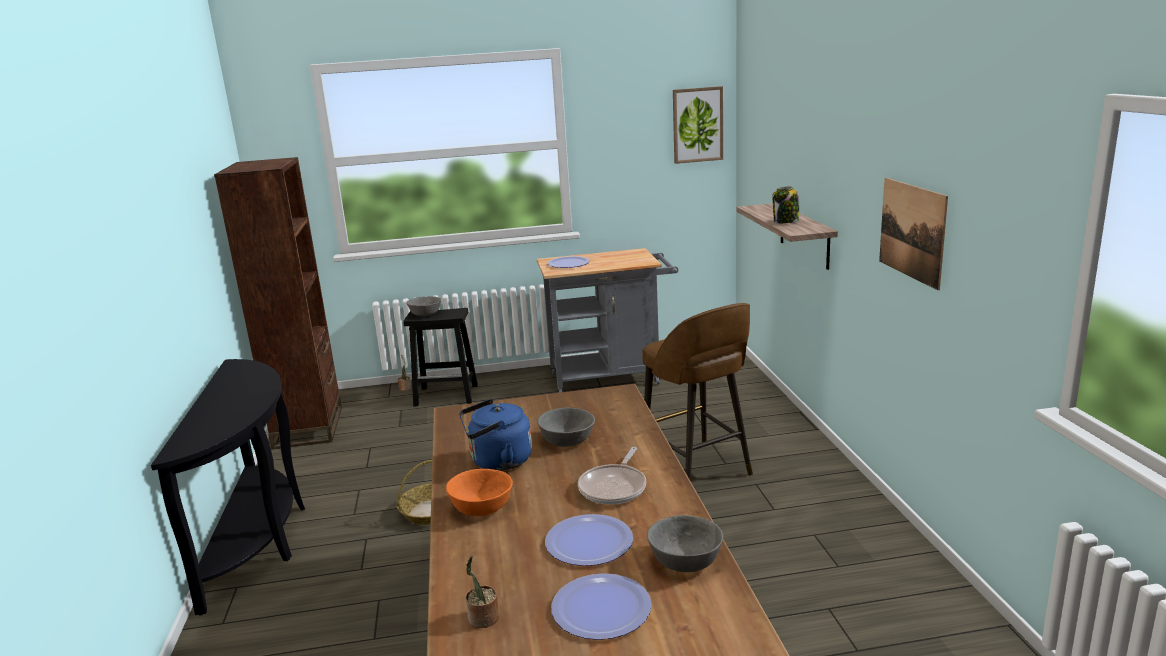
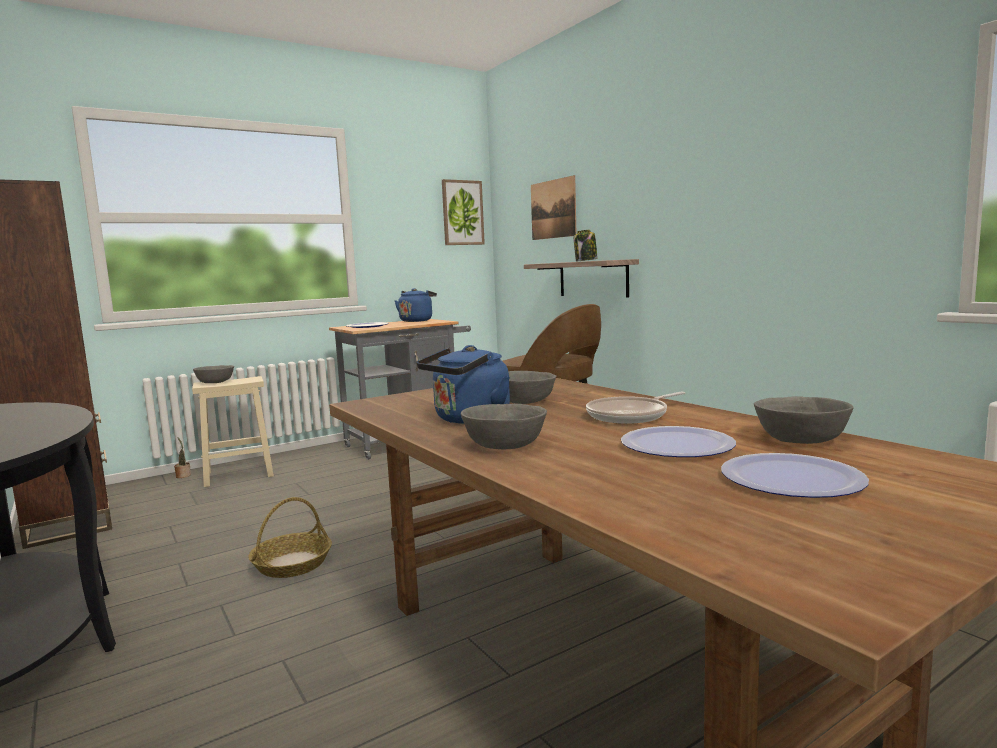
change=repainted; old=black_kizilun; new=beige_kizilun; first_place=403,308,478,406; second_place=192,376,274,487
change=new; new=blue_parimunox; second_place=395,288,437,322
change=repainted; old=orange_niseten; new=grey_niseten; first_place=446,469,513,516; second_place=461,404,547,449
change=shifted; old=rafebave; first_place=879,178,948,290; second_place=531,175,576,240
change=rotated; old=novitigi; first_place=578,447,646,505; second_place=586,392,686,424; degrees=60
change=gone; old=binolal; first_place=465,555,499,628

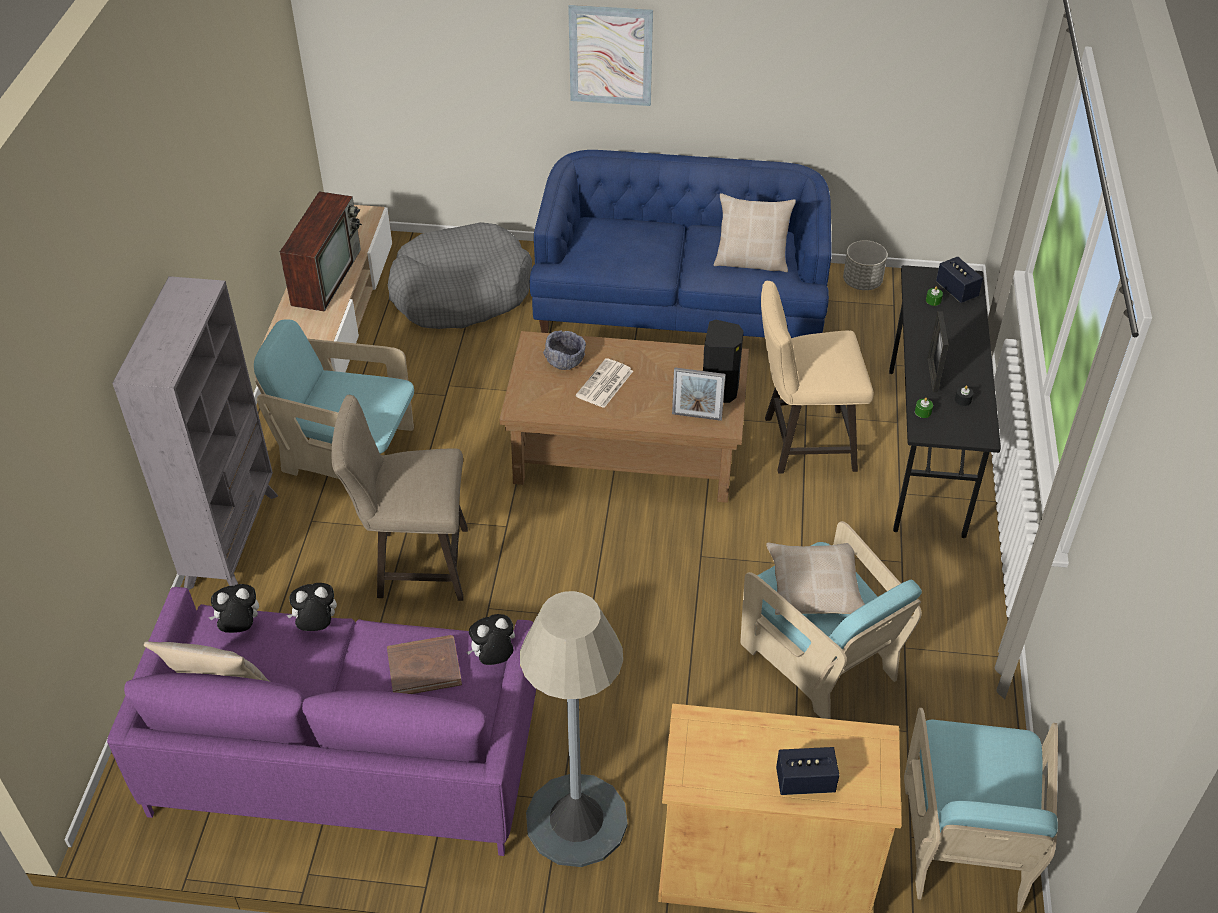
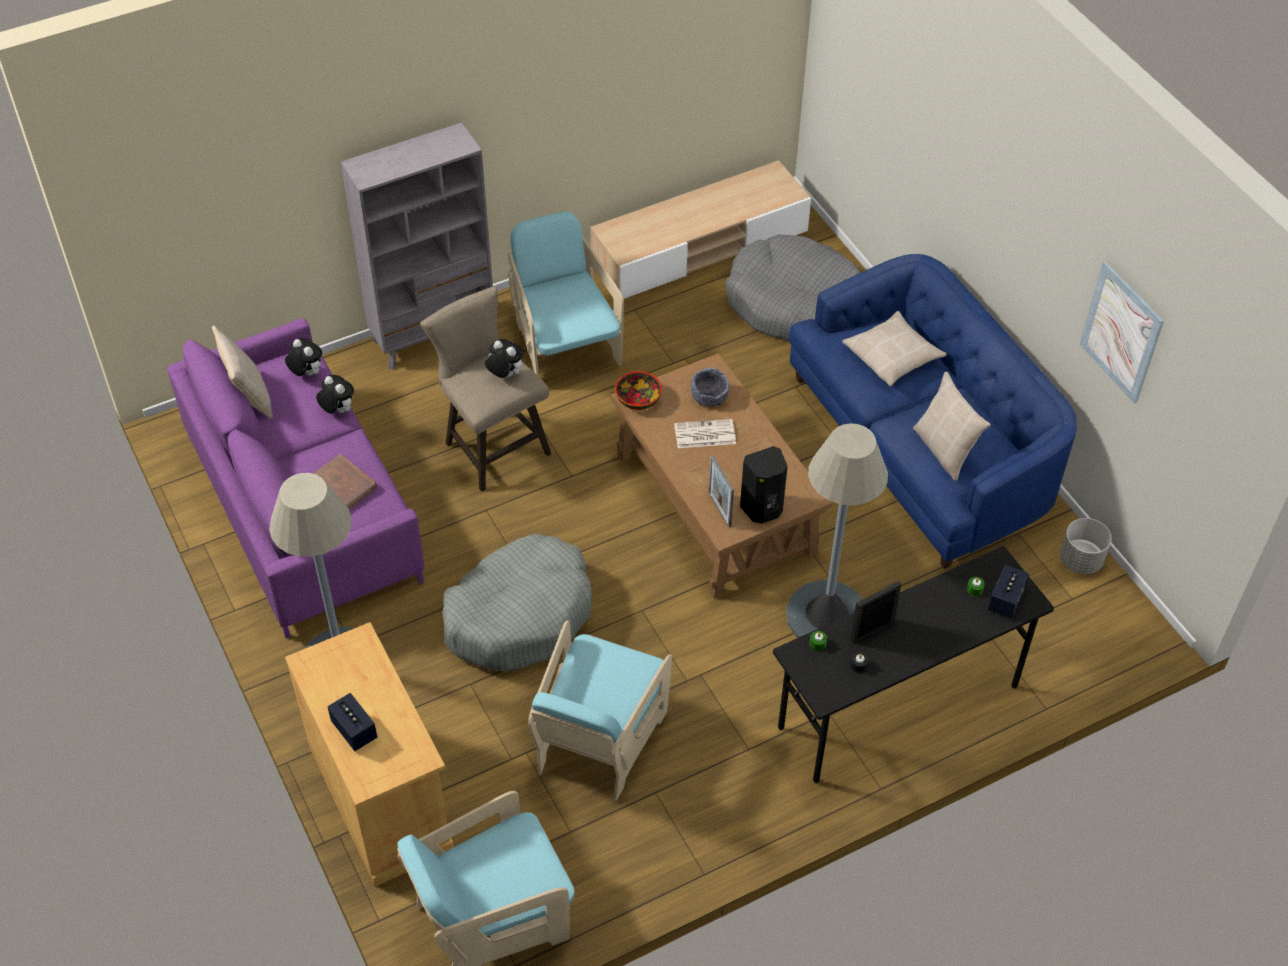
change=new; new=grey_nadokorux; second_place=442,534,592,672
change=shifted; old=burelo; first_place=466,614,515,665; second_place=485,339,524,378
change=new; new=niseten; second_place=615,371,662,410
change=swapped; old=beige_kizilun; new=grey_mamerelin; first_place=761,281,874,473; second_place=786,423,888,638
change=shifted; old=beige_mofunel; first_place=766,543,865,615; second_place=842,311,946,386
change=shifted; old=rafebave; first_place=568,5,653,106; second_place=1079,261,1164,403
change=gone; old=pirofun; first_place=280,191,362,312

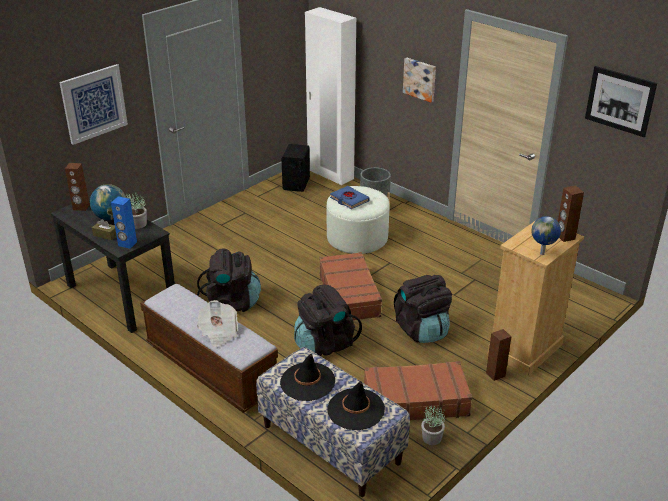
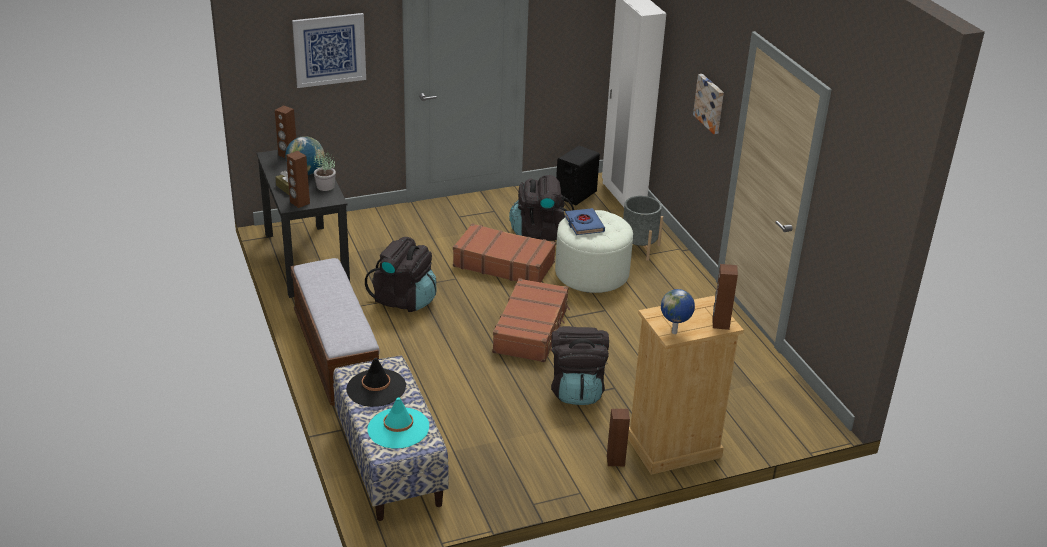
change=repainted; old=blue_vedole; new=brown_vedole; first_place=111,196,137,249; second_place=286,151,310,208
change=repainted; old=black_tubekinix; new=turquoise_tubekinix; first_place=327,381,385,430; second_place=367,397,429,449
change=shifted; old=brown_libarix; first_place=364,361,472,420; second_place=453,223,556,282
change=shifted; old=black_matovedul; first_place=294,284,362,356; second_place=509,175,574,241
change=gone; old=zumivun; first_place=197,300,238,347
change=gone; old=binolal; first_place=421,405,445,445
change=gone; old=rafebave; first_place=585,66,657,137

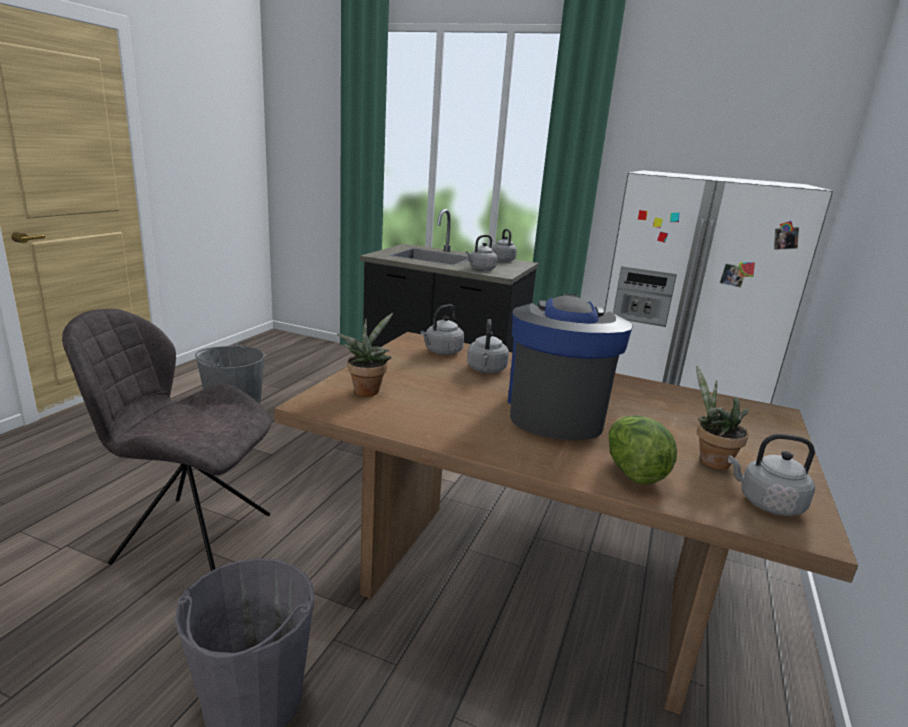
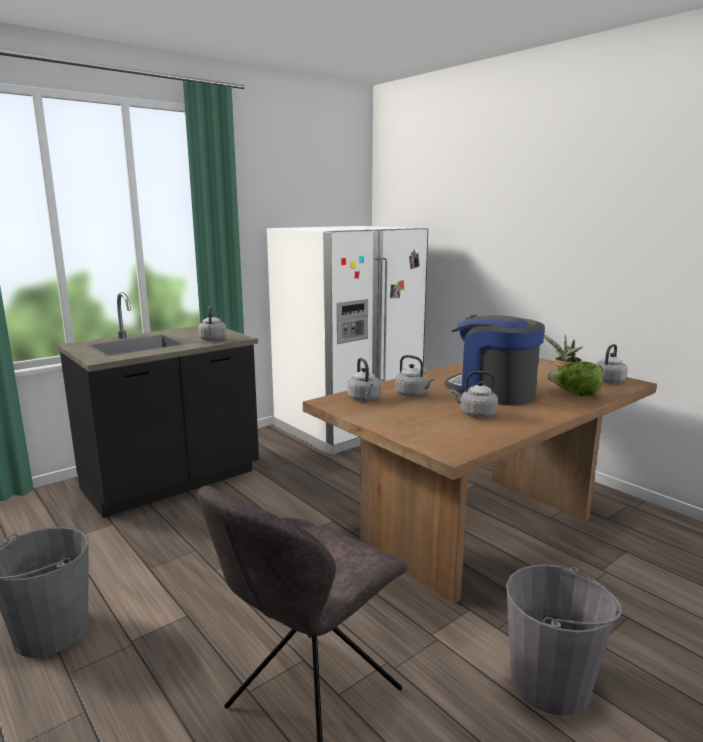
change=shifted; old=grey_parimunox; first_place=492,229,517,262; second_place=451,371,498,418
change=gone; old=binolal; first_place=337,313,393,396

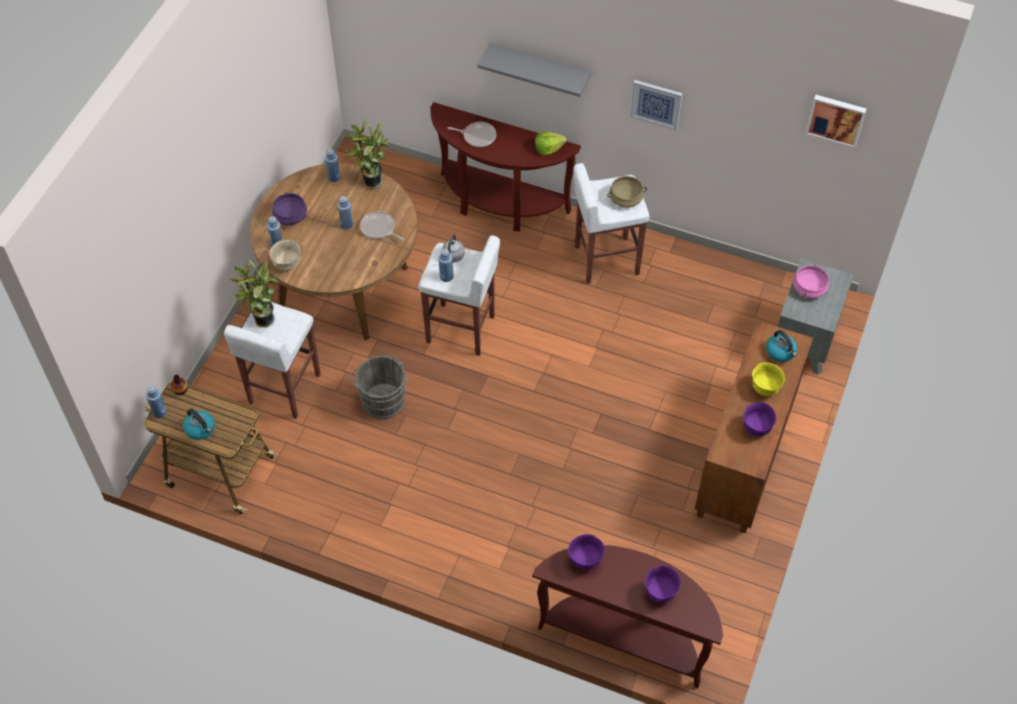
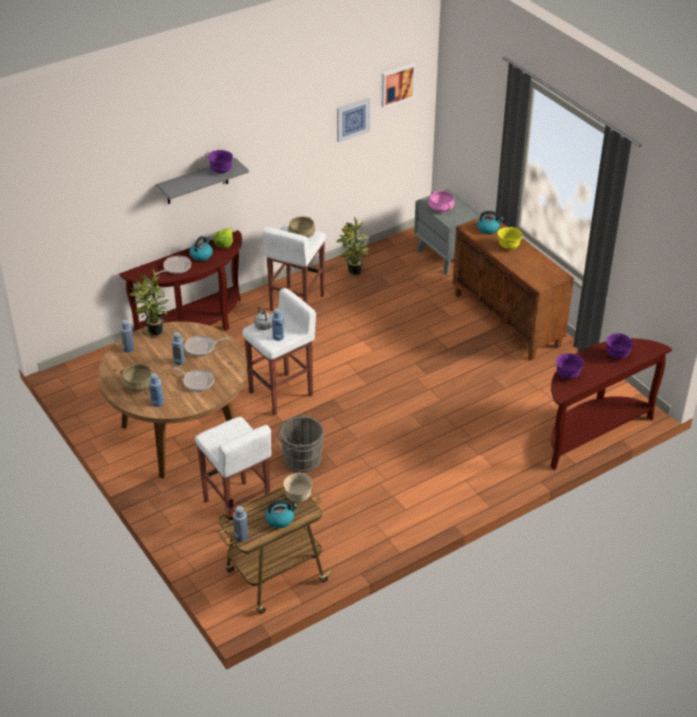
change=repainted; old=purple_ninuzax; new=beige_ninuzax; first_place=272,192,307,225; second_place=121,364,153,391
change=new; new=novitigi; second_place=174,367,214,391
change=new; new=parimunox; second_place=189,236,213,261
change=shifted; old=purple_niseten; first_place=742,402,776,437; second_place=208,150,233,173
change=shifted; old=beige_niseten; first_place=269,240,301,271; second_place=284,473,313,503
change=shifted; old=binolal; first_place=230,260,278,328; second_place=336,217,370,277
change=shifted; old=rafebave; first_place=630,80,683,131; second_place=337,98,370,143

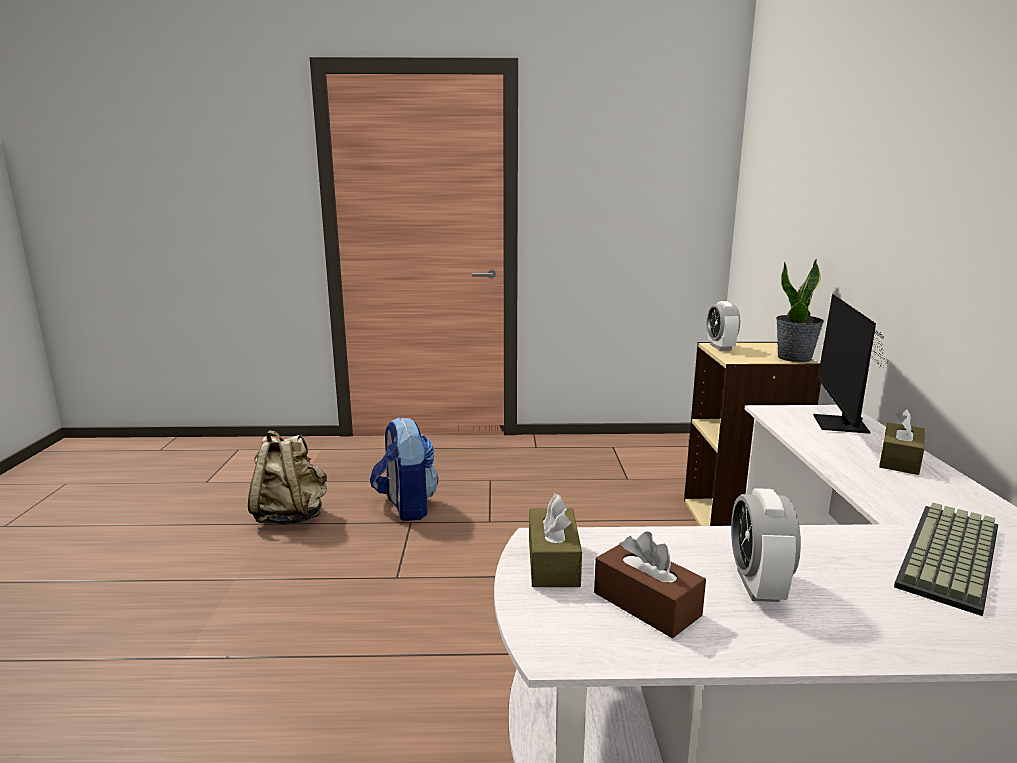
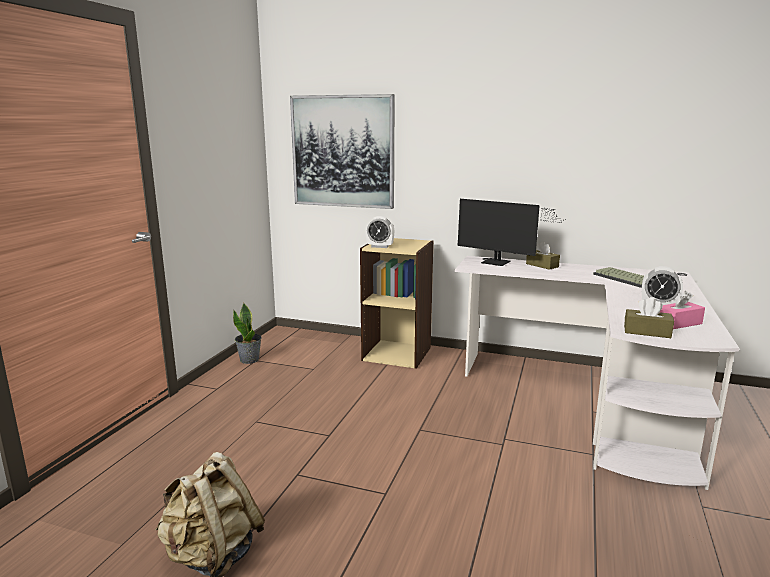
change=shifted; old=binolal; first_place=776,259,824,362; second_place=233,303,262,364
change=new; new=rafebave; second_place=290,94,395,209
change=repainted; old=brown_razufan; new=pink_razufan; first_place=594,531,706,638; second_place=660,291,705,329
change=gone; old=matovedul; first_place=370,417,438,521

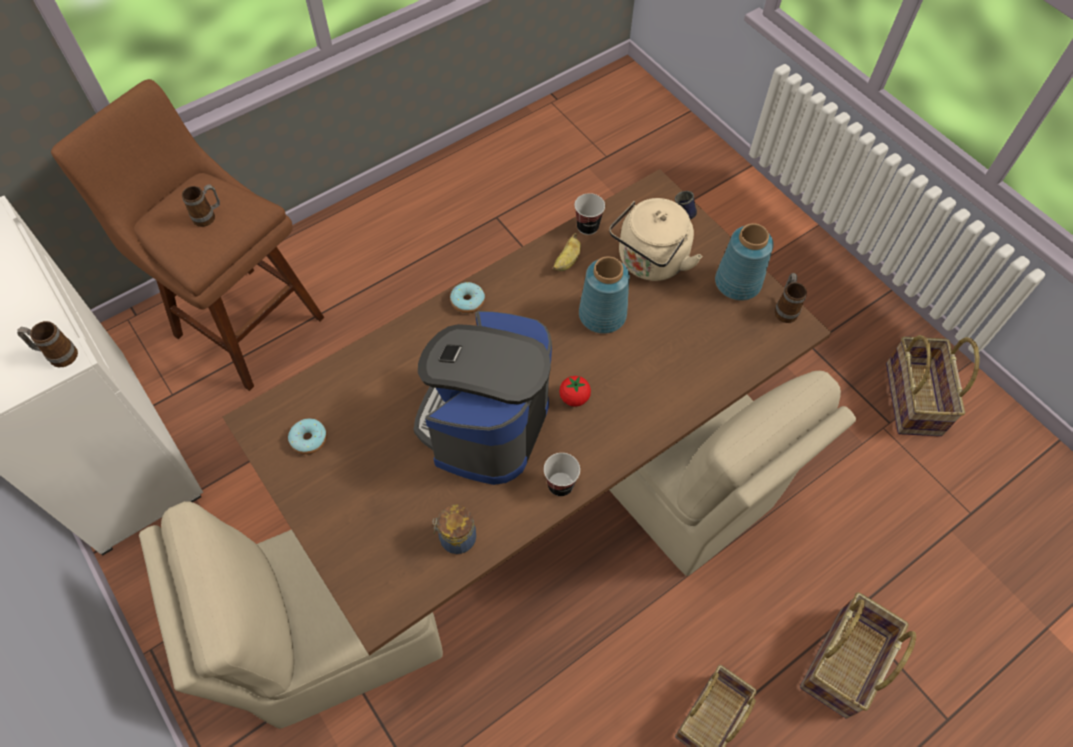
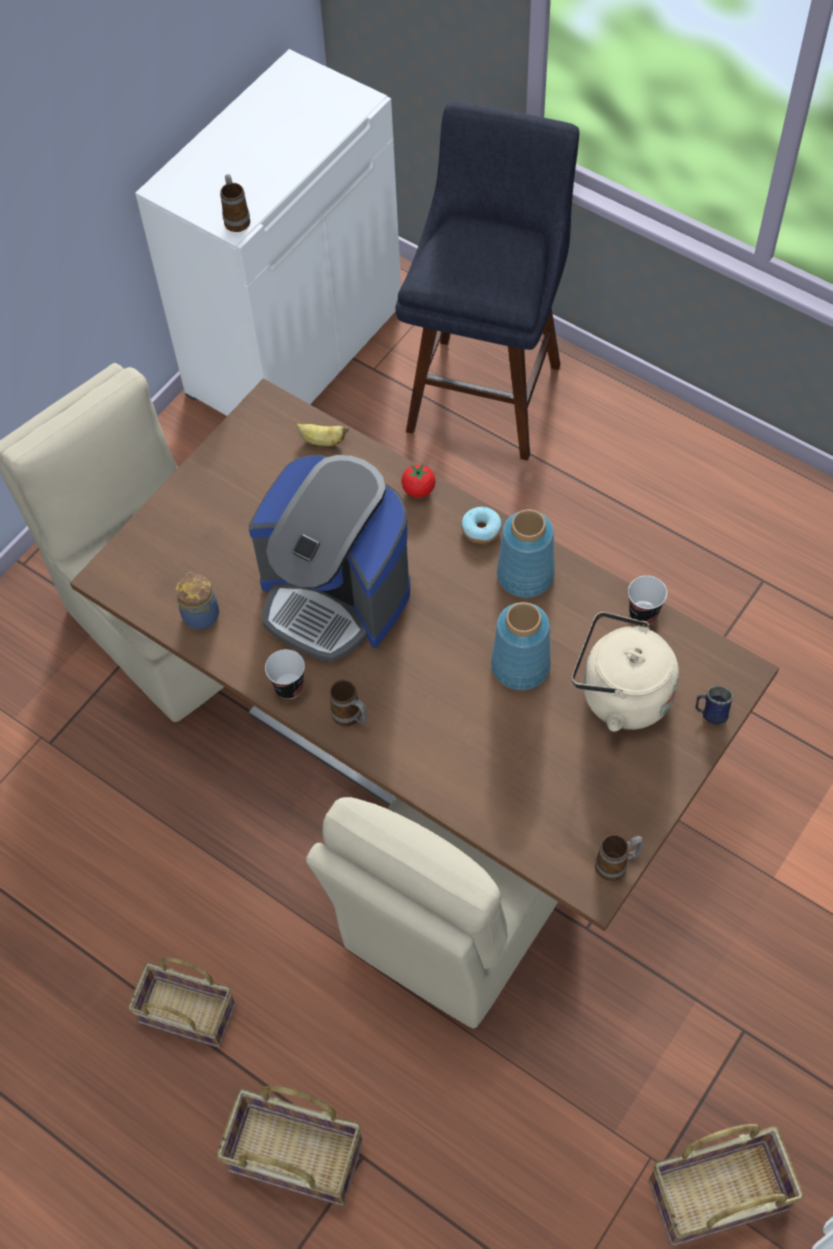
change=rotated; old=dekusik; first_place=414,311,552,485; second_place=249,455,410,662; degrees=-150
change=shifted; old=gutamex; first_place=553,233,581,271; second_place=296,423,349,446
change=shifted; old=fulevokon; first_place=182,184,220,227; second_place=330,680,367,727
change=repainted; old=brown_kizilun; new=blue_kizilun; first_place=51,79,325,391; second_place=395,101,579,461
change=shifted; old=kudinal; first_place=559,376,591,407; second_place=401,465,436,498
change=shifted; old=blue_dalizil; first_place=715,223,774,300; second_place=497,510,555,598
change=gone; old=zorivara; first_place=288,419,327,455

